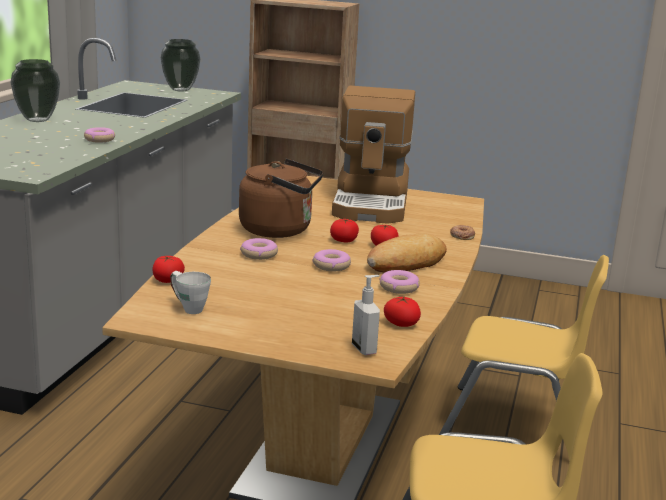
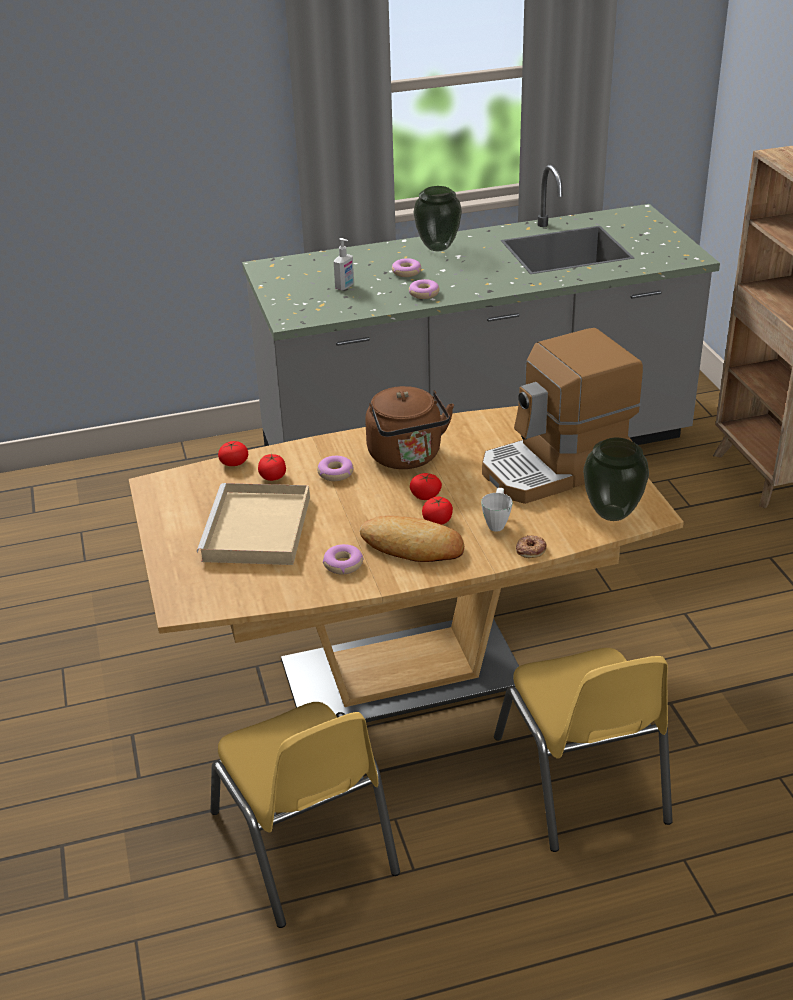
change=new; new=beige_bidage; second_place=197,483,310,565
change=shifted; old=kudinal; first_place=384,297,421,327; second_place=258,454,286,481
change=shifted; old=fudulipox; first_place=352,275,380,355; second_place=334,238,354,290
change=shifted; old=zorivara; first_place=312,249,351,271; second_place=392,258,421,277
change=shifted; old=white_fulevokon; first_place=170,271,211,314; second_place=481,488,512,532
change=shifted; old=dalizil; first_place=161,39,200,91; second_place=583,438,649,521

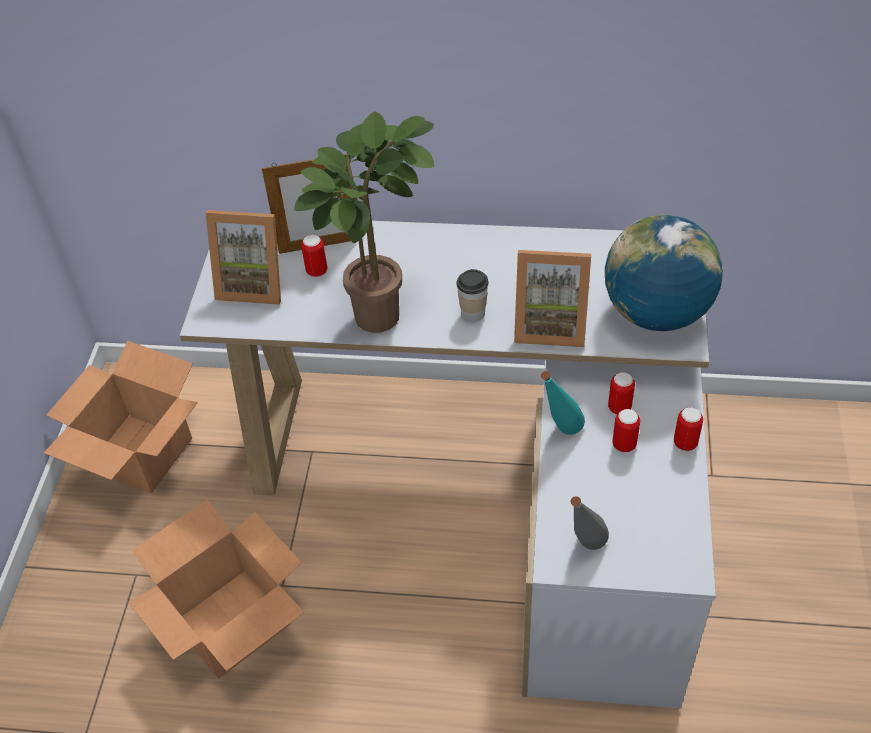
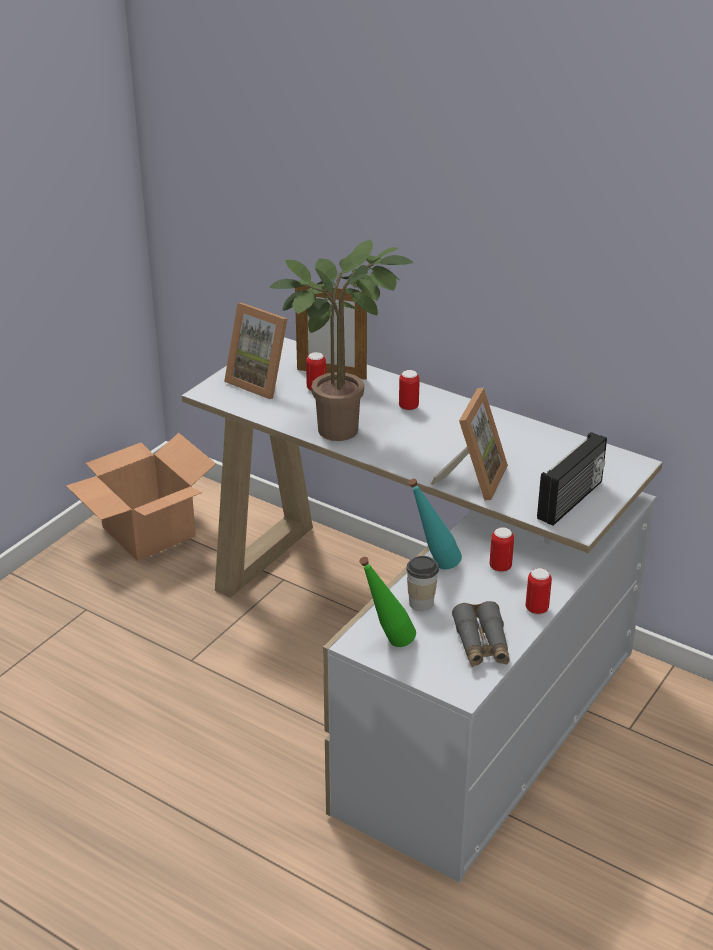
change=repainted; old=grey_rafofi; new=green_rafofi; first_place=571,496,609,550; second_place=359,557,416,647
change=shifted; old=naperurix; first_place=612,409,640,452; second_place=399,370,420,410
change=shifted; old=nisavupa; first_place=456,269,489,322; second_place=406,556,439,611
change=rotated; old=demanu; first_place=514,250,591,347; second_place=431,387,508,501; degrees=-105
change=new; new=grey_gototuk; second_place=452,601,510,667
change=swapped; old=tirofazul; new=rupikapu; first_place=605,214,723,331; second_place=537,432,607,526
change=gone; old=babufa; first_place=129,499,304,678

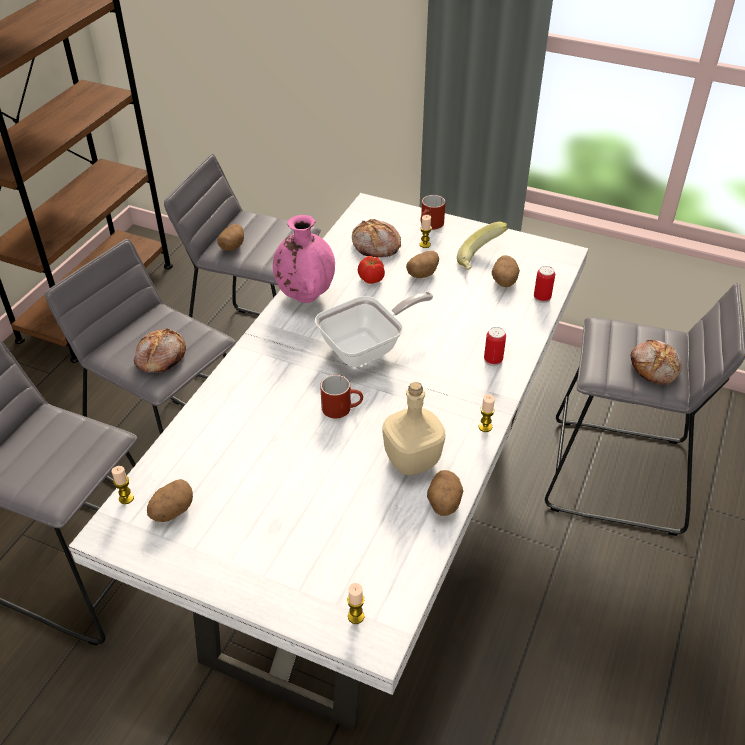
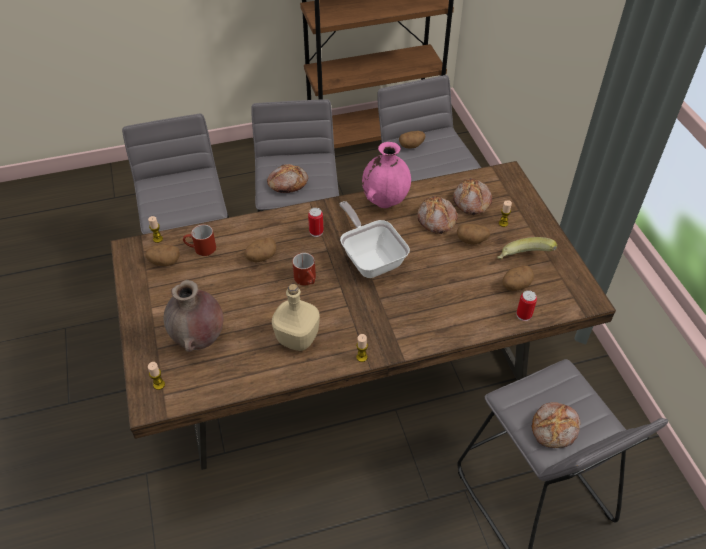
change=repainted; old=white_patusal; new=brown_patusal; first_place=68,193,589,731; second_place=111,161,616,470
change=new; new=brown_dalizil; second_place=164,280,224,352
change=shifted; old=red_fulevokon; first_place=421,195,445,230; second_place=183,224,216,256
change=shifted; old=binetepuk; first_place=427,470,463,516; second_place=244,238,277,262
change=shifted; old=naperurix; first_place=484,327,506,366; second_place=308,208,324,237
change=rotated; old=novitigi; first_place=315,291,433,367; second_place=339,201,410,278; degrees=-135
change=swapped; old=kudinal; new=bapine; first_place=358,256,385,284; second_place=418,196,458,234

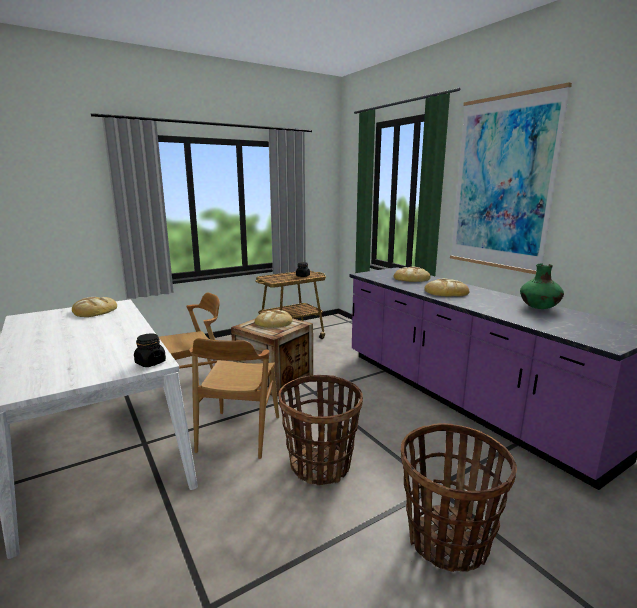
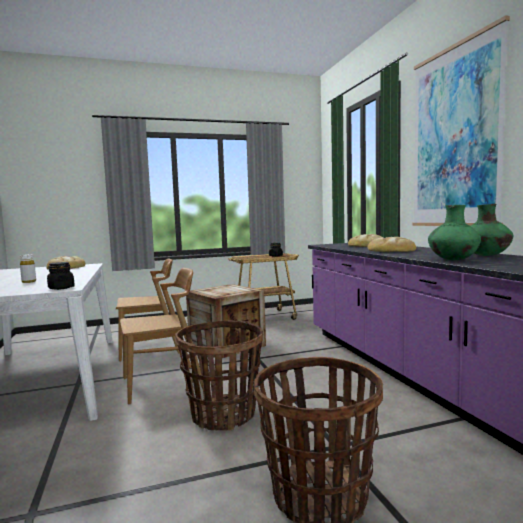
change=new; new=white_rafofi; second_place=20,254,36,283
change=rotated; old=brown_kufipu; first_place=189,338,279,459; second_place=120,268,203,404; degrees=-135
change=new; new=green_dalizil; second_place=428,205,481,260
change=gone; old=bapine; first_place=255,310,293,328

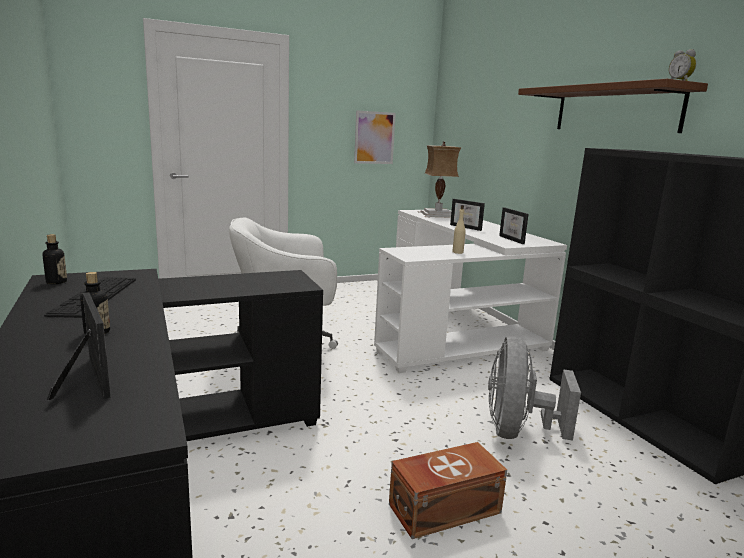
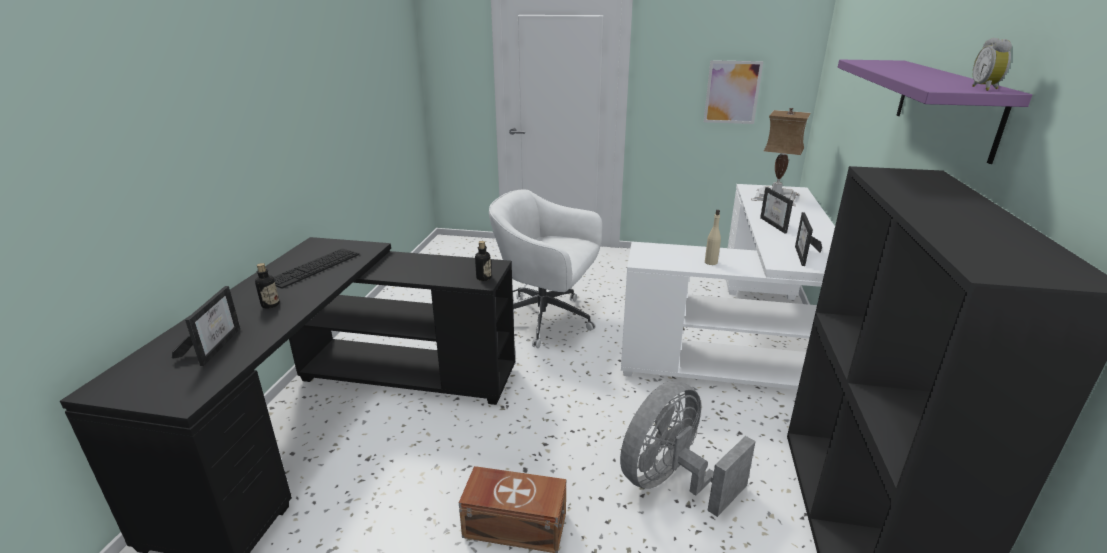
change=shifted; old=rafofi; first_place=42,234,67,284; second_place=475,241,491,281
change=repainted; old=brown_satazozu; new=purple_satazozu; first_place=518,79,708,133; second_place=838,60,1032,164

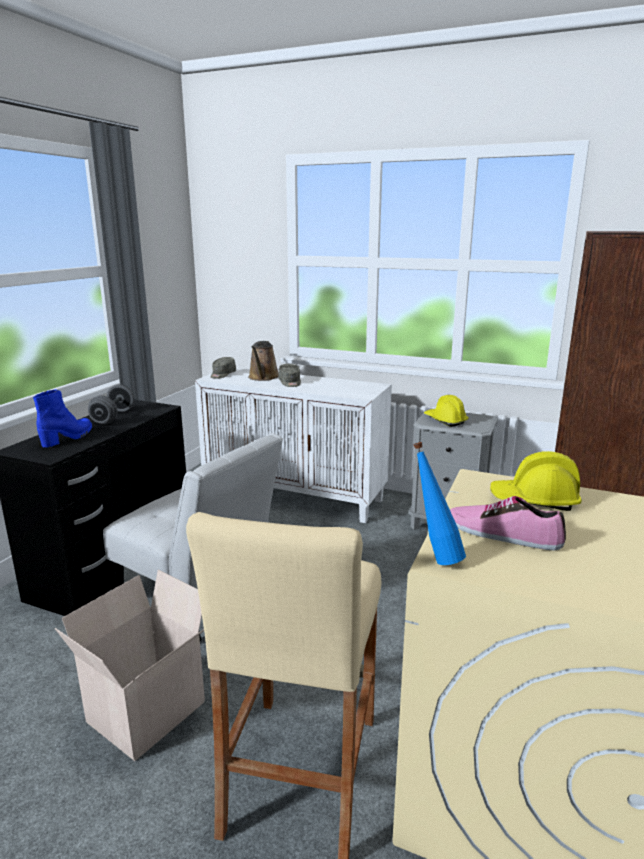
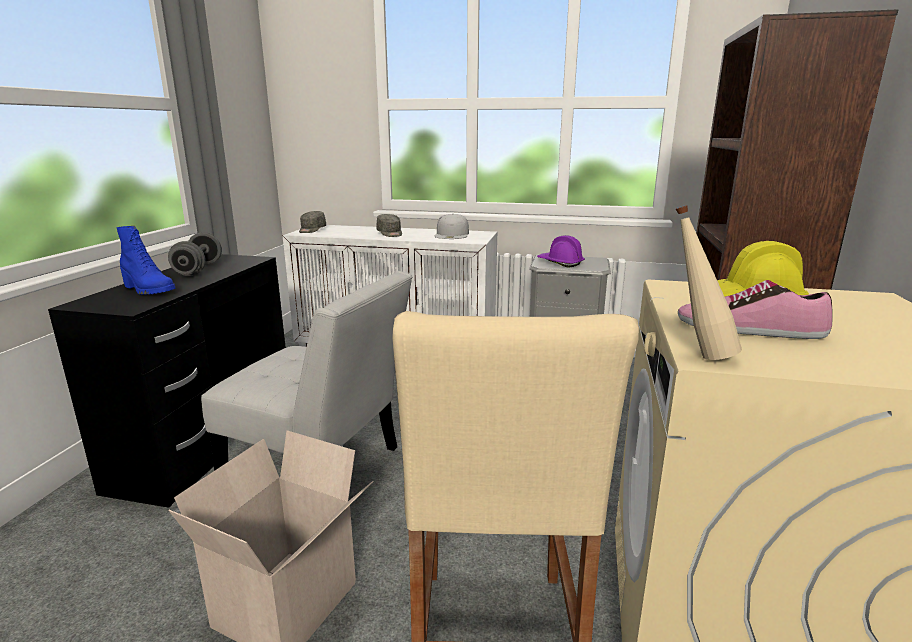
change=rotated; old=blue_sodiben; first_place=33,389,92,448; second_place=116,226,175,295; degrees=105
change=new; new=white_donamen; second_place=435,213,469,239
change=repainted; old=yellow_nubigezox; new=purple_nubigezox; first_place=424,395,469,427; second_place=537,235,585,268
change=repainted; old=blue_rafofi; new=beige_rafofi; first_place=413,442,466,565; second_place=676,205,742,360
change=gone; old=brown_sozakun; first_place=248,341,278,381

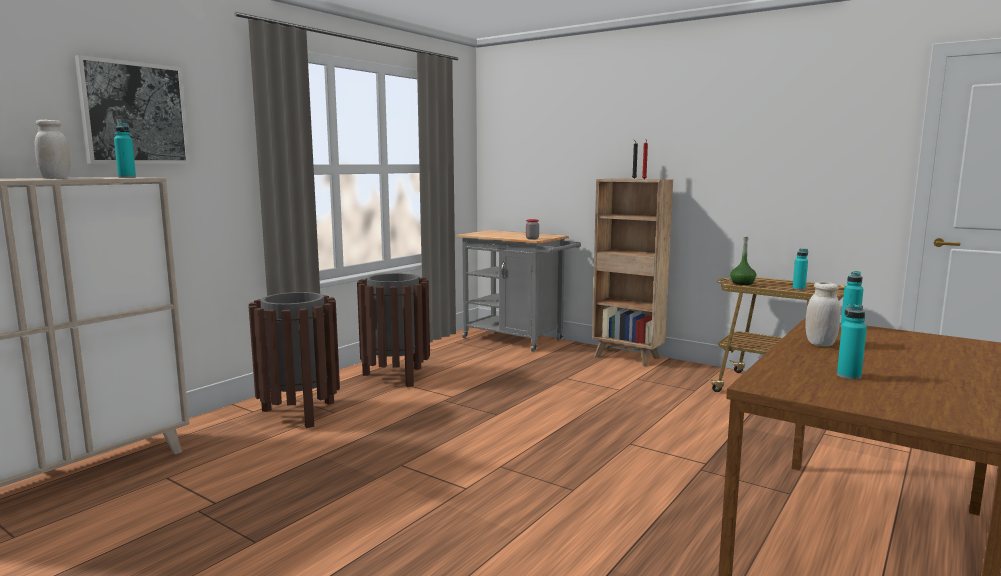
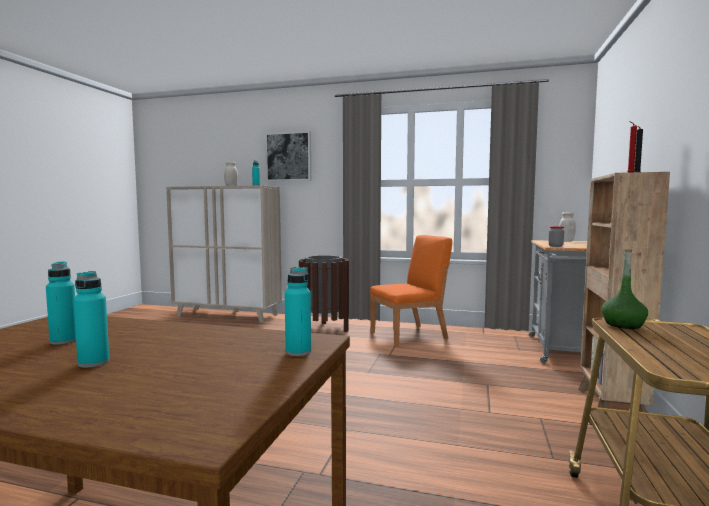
change=shifted; old=turquoise_rafofi; first_place=793,248,808,290; second_place=73,271,110,368
change=swapped; old=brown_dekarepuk; new=orange_kufipu; first_place=357,273,430,387; second_place=370,235,452,347
change=shifted; old=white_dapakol; first_place=805,282,840,347; second_place=559,212,576,241

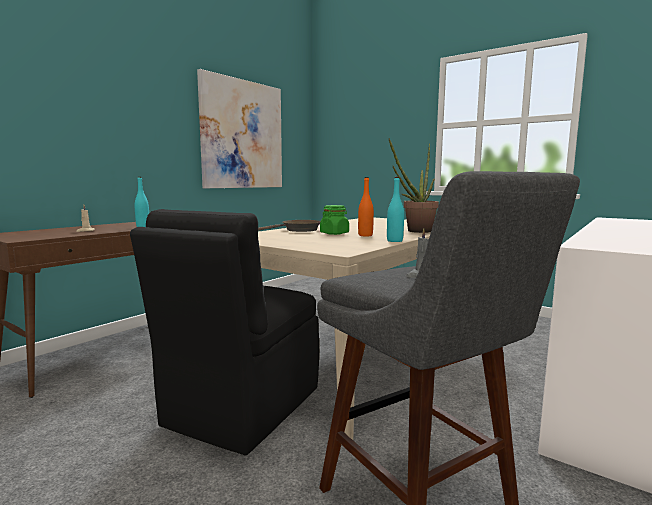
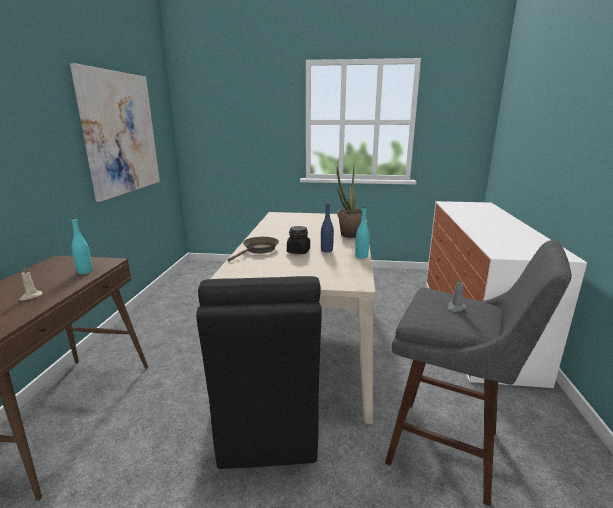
change=repainted; old=green_dapakol; new=black_dapakol; first_place=320,205,349,235; second_place=287,226,310,254
change=repainted; old=orange_rafofi; new=blue_rafofi; first_place=358,177,374,236; second_place=321,203,334,253

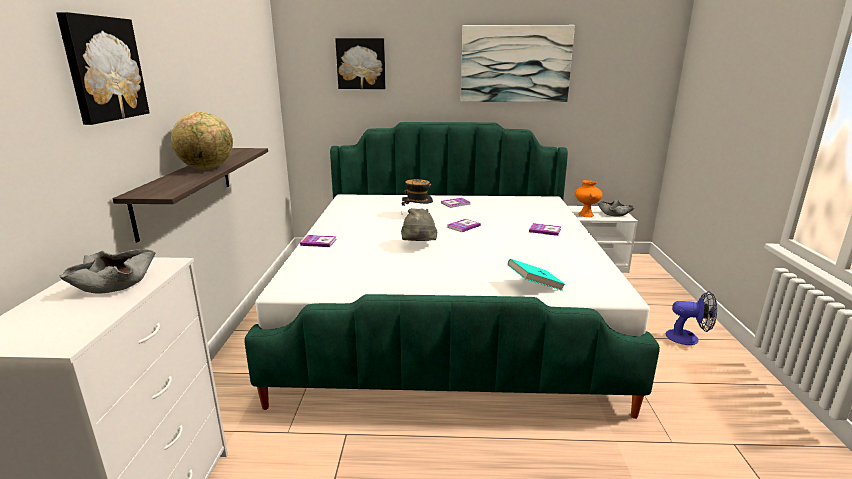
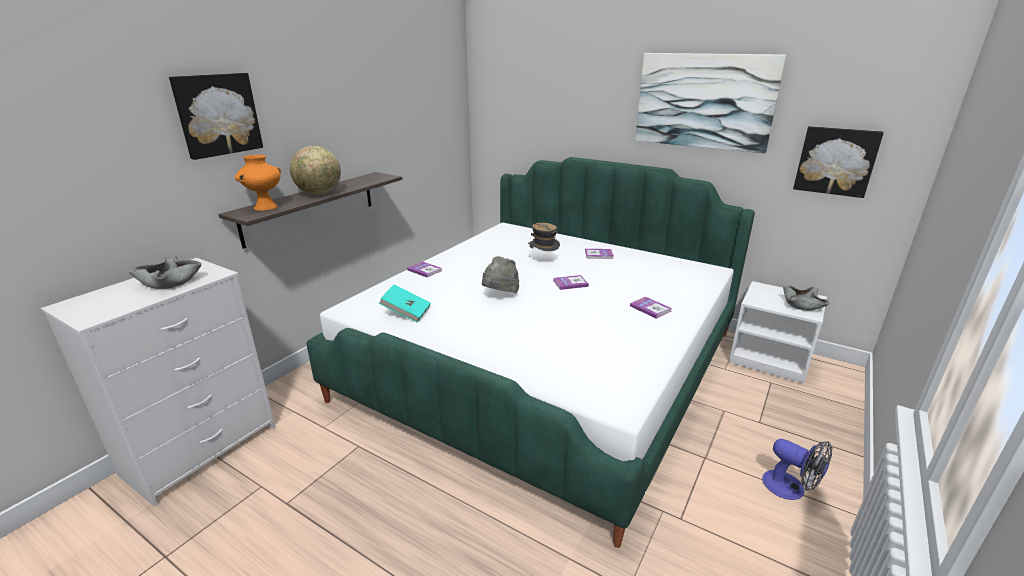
change=shifted; old=orange_dalizil; first_place=575,180,603,217; second_place=235,155,281,211
change=shifted; old=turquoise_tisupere; first_place=507,258,566,291; second_place=379,284,431,323
change=shifted; old=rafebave; first_place=335,38,386,89; second_place=793,126,884,198

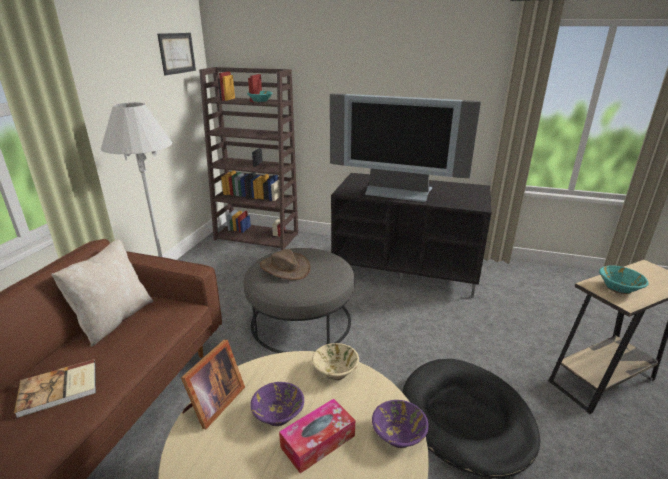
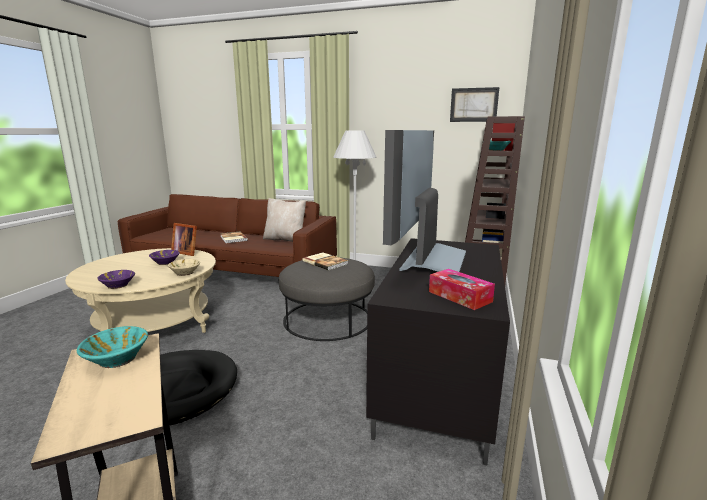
change=swapped; old=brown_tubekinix; new=tisupere; first_place=260,249,311,280; second_place=302,252,348,270
change=shifted; old=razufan; first_place=279,399,355,474; second_place=429,269,495,310

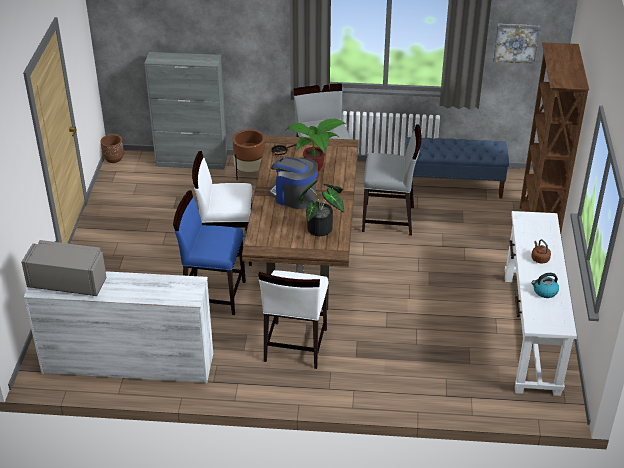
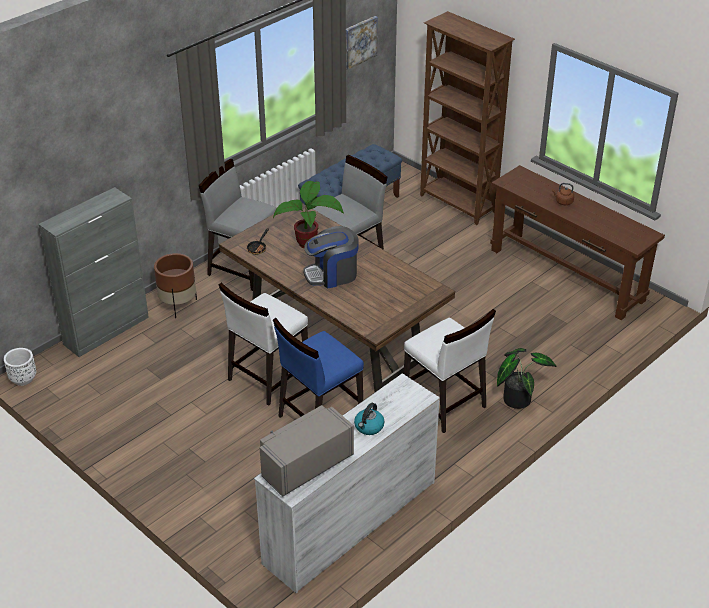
change=repainted; old=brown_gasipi; new=white_gasipi; first_place=100,134,124,163; second_place=4,348,36,386
change=shifted; old=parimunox; first_place=532,273,559,298; second_place=354,403,385,435
change=repainted; old=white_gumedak; new=brown_gumedak; first_place=505,211,577,396; second_place=490,165,665,320
change=shifted; old=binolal; first_place=299,180,344,236; second_place=497,348,557,409

